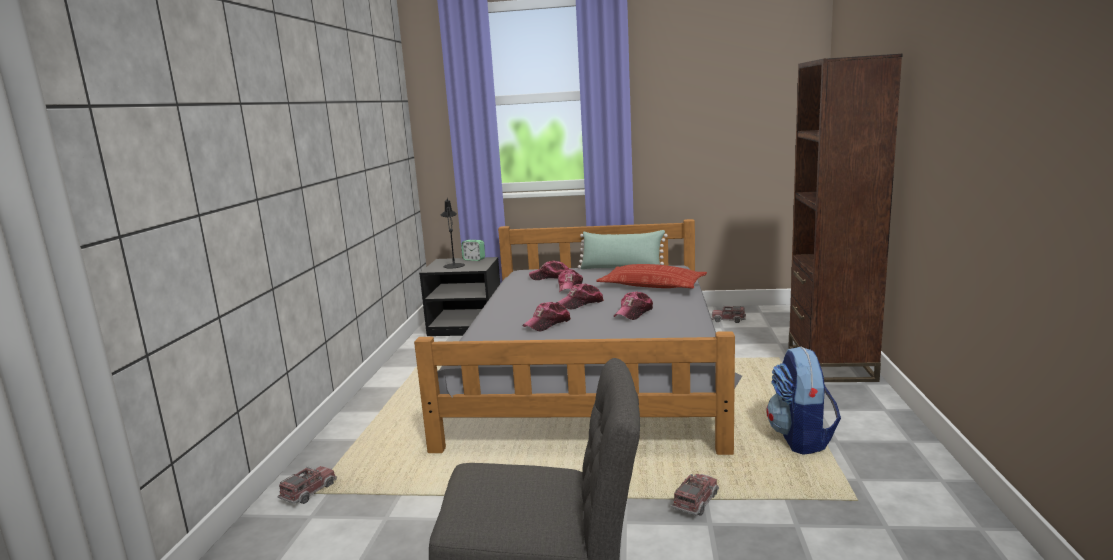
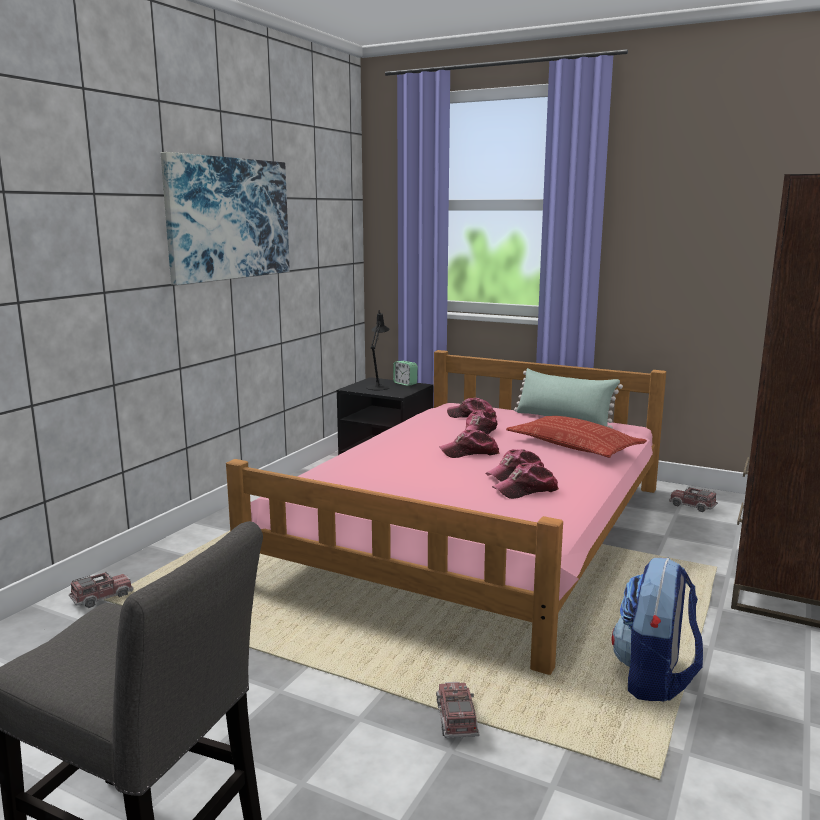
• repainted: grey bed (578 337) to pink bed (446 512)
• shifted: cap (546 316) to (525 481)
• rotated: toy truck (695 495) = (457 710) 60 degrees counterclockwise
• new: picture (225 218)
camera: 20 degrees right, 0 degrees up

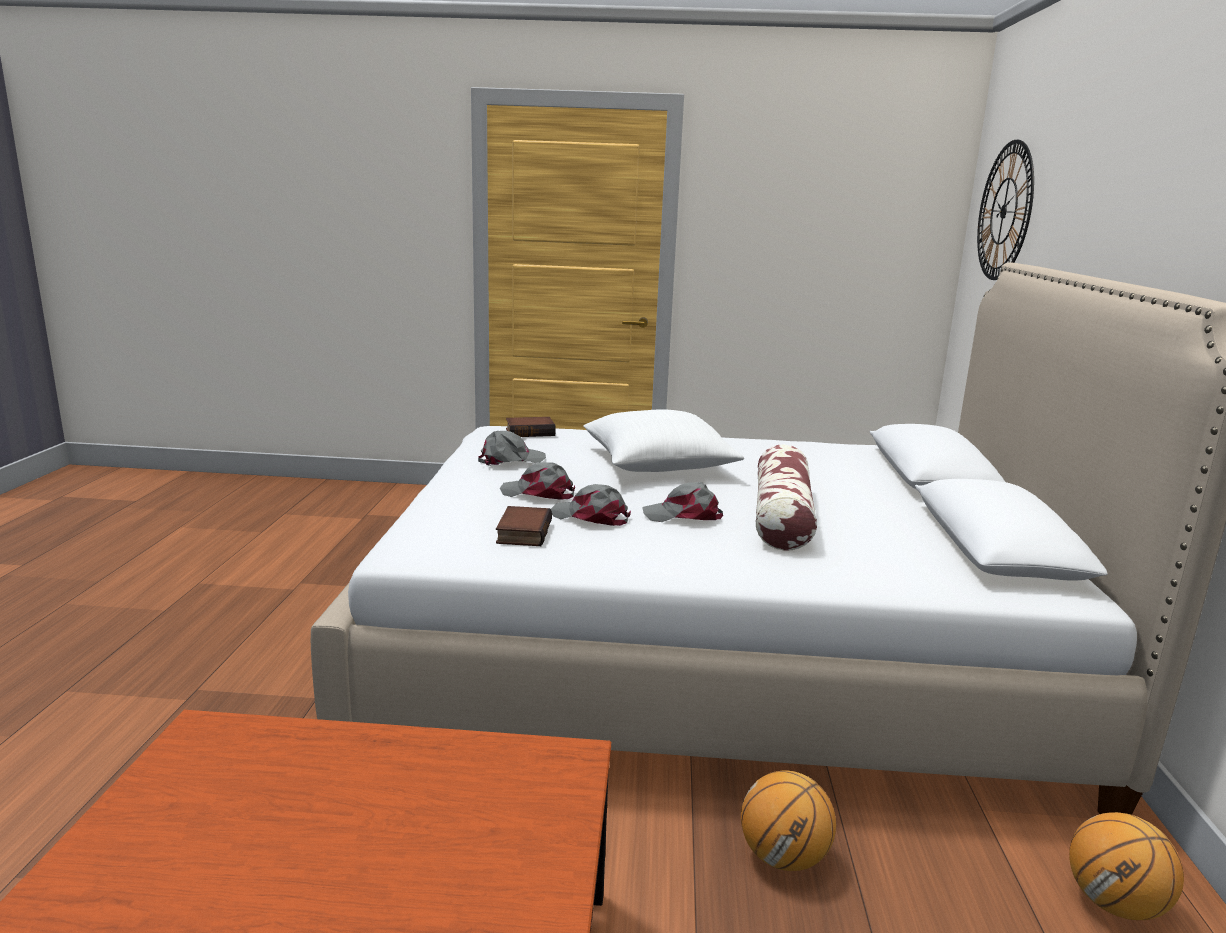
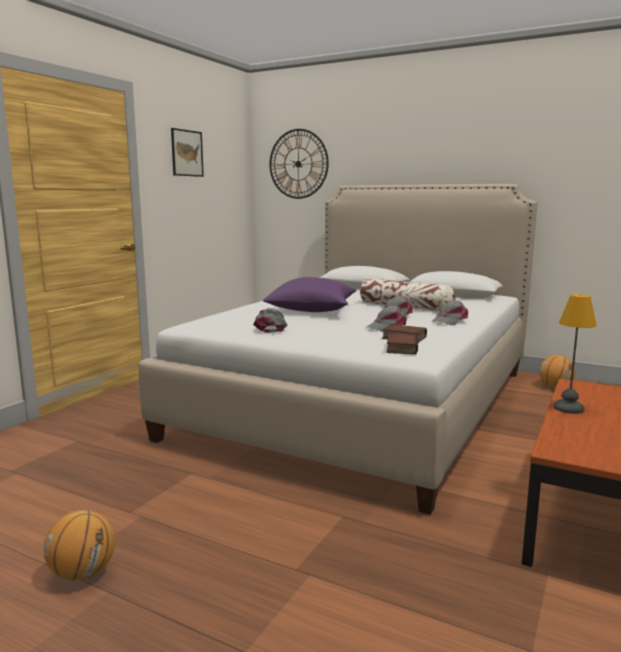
• repainted: white pillow (663 440) to purple pillow (309 294)
• shifted: book (531 427) to (402 343)
• shifted: grey cap (537 481) to (450 312)
• shifted: basketball (788 821) to (79 545)
• new: picture (187 152)
• new: table lamp (575 354)
camera: 65 degrees left, 5 degrees down

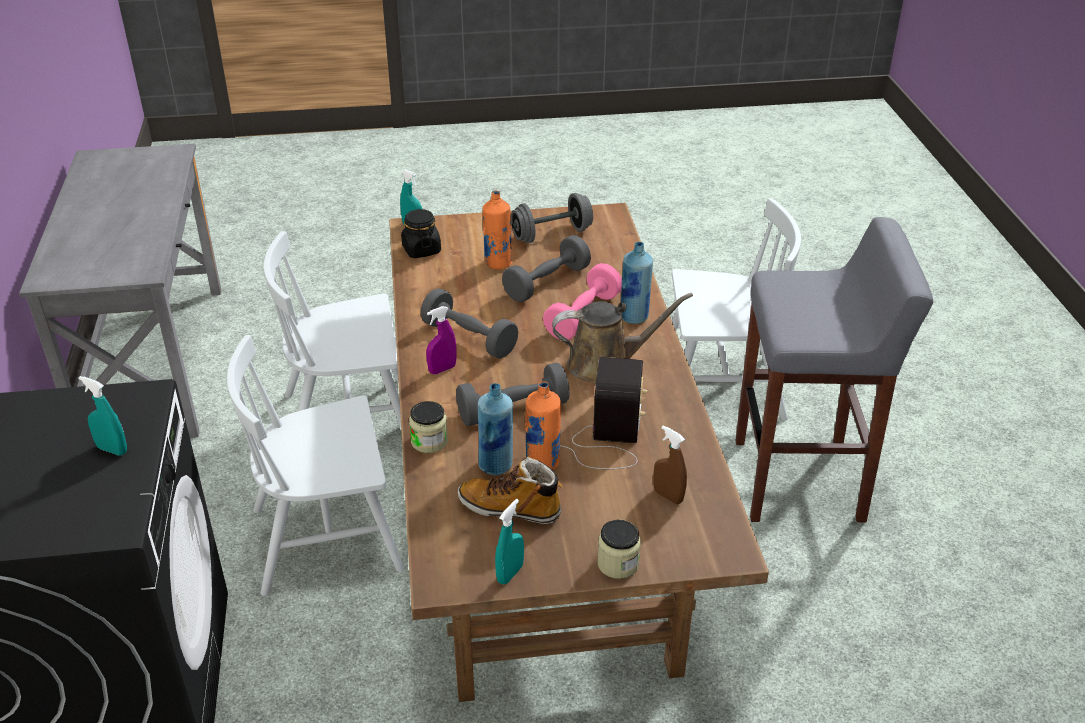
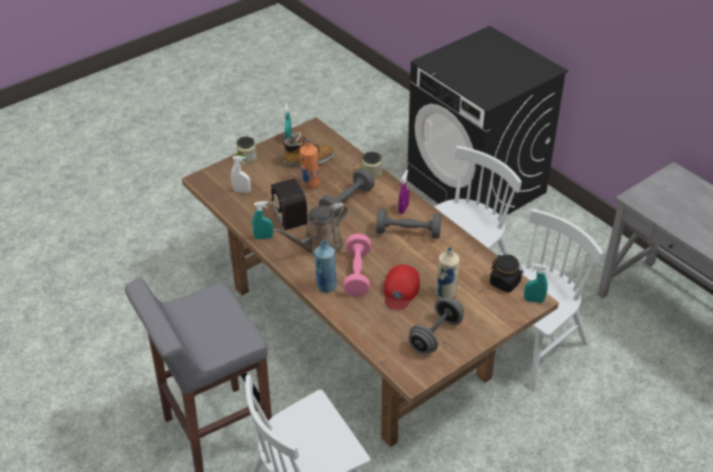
• repainted: orange bottle (497 230) to beige bottle (447 272)
• swapped: grey dumbbell (546 268) to red cap (402 287)
• shifted: turquoise spray bottle (103 416) to (262 220)
• gone: blue bottle (495 429)
• repainted: brown spray bottle (670 465) to white spray bottle (241 174)
camera: 150 degrees right, 5 degrees up

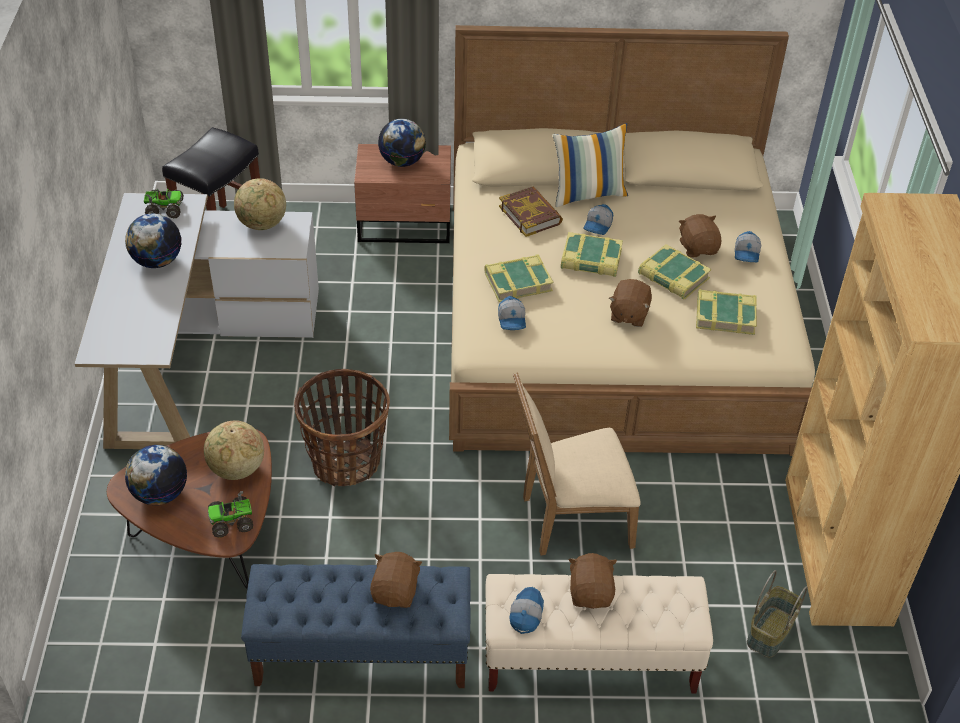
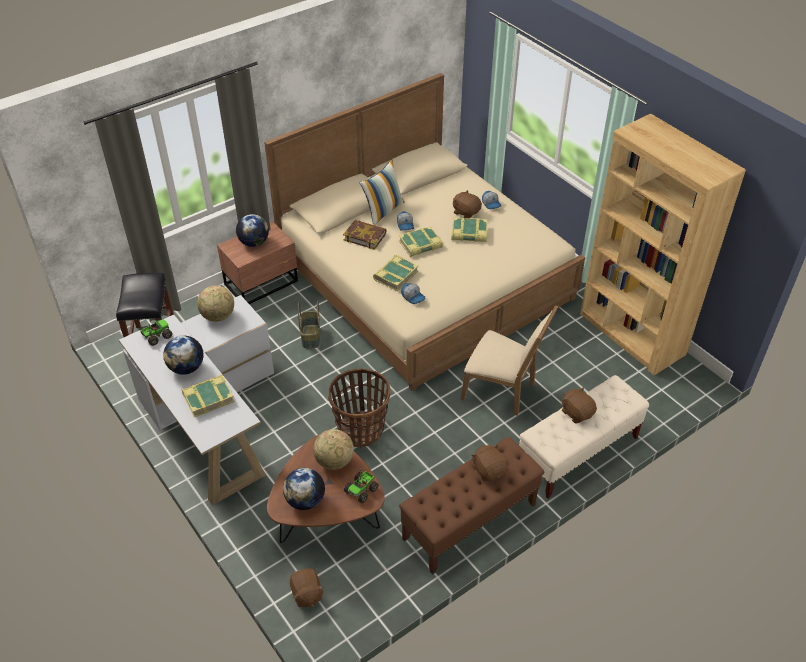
• shifted: brown plush toy (630 303) to (307 588)
• shifted: book (726 312) to (208 396)
• rotated: beige chair (577 463) = (509 360) 105 degrees counterclockwise
• repainted: blue bench (356 626) to brown bench (471 506)
• shifted: basket (777 613) to (309 324)
• gone: cap (526 610)
camera: 35 degrees left, 0 degrees up

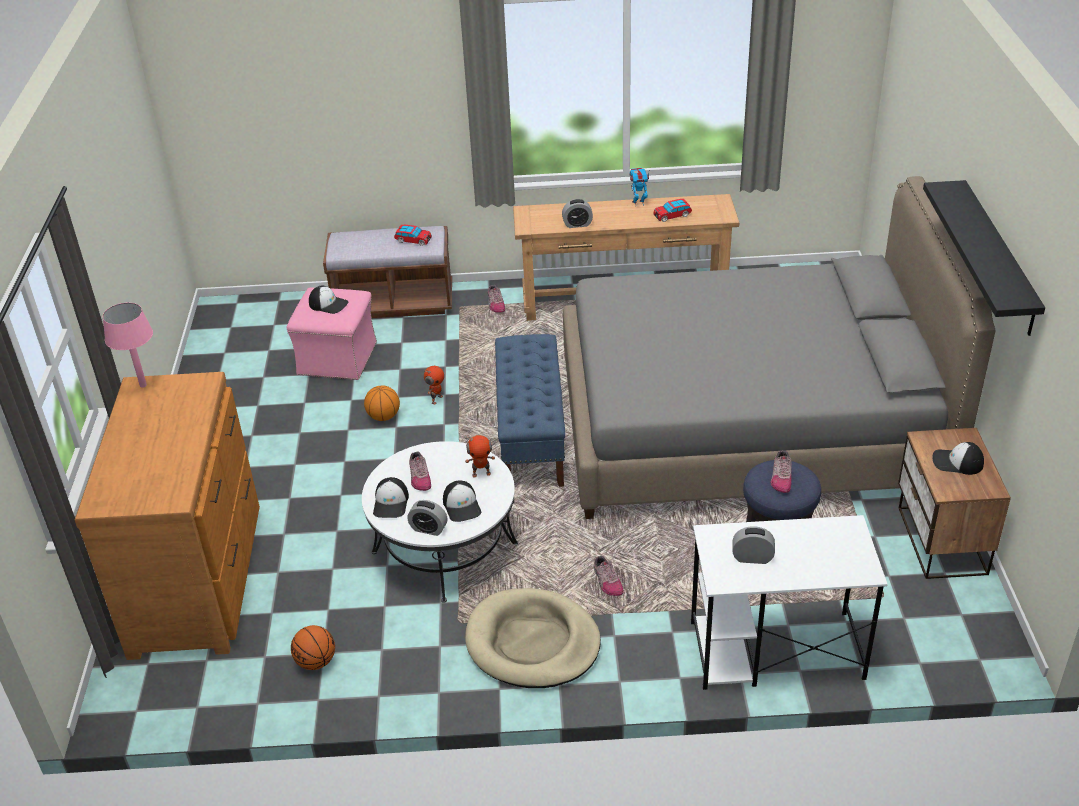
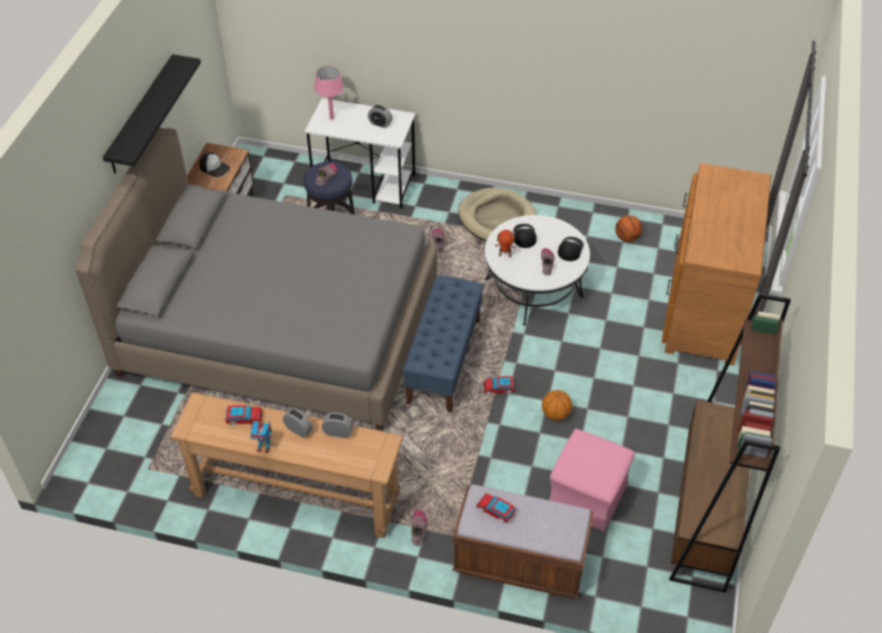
• gone: cap (328 299)
• shifted: pink table lamp (128 345) to (329 93)
• gone: toy robot (434 385)
• shifted: alarm clock (427 518) to (298 423)
• new: brown bookcase (730 443)
• new: toy car (499 385)
camera: 165 degrees left, 10 degrees up

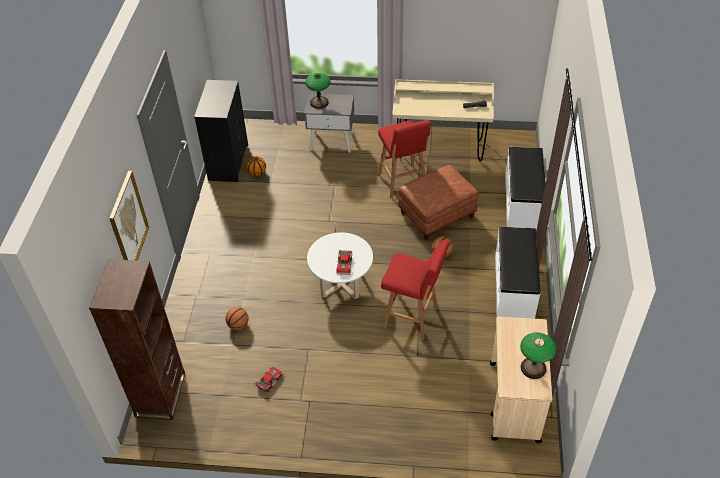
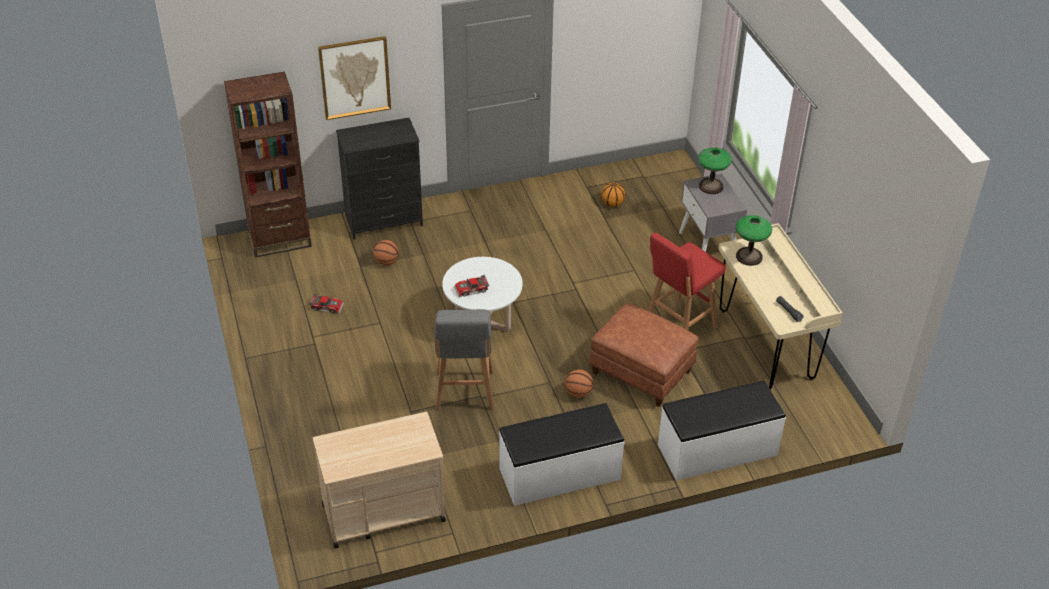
• shifted: black dresser (221 131) to (379 178)
• repainted: red stool (415 290) to grey stool (464 360)
• shifted: table lamp (538 356) to (754 240)
camera: 65 degrees right, 5 degrees down

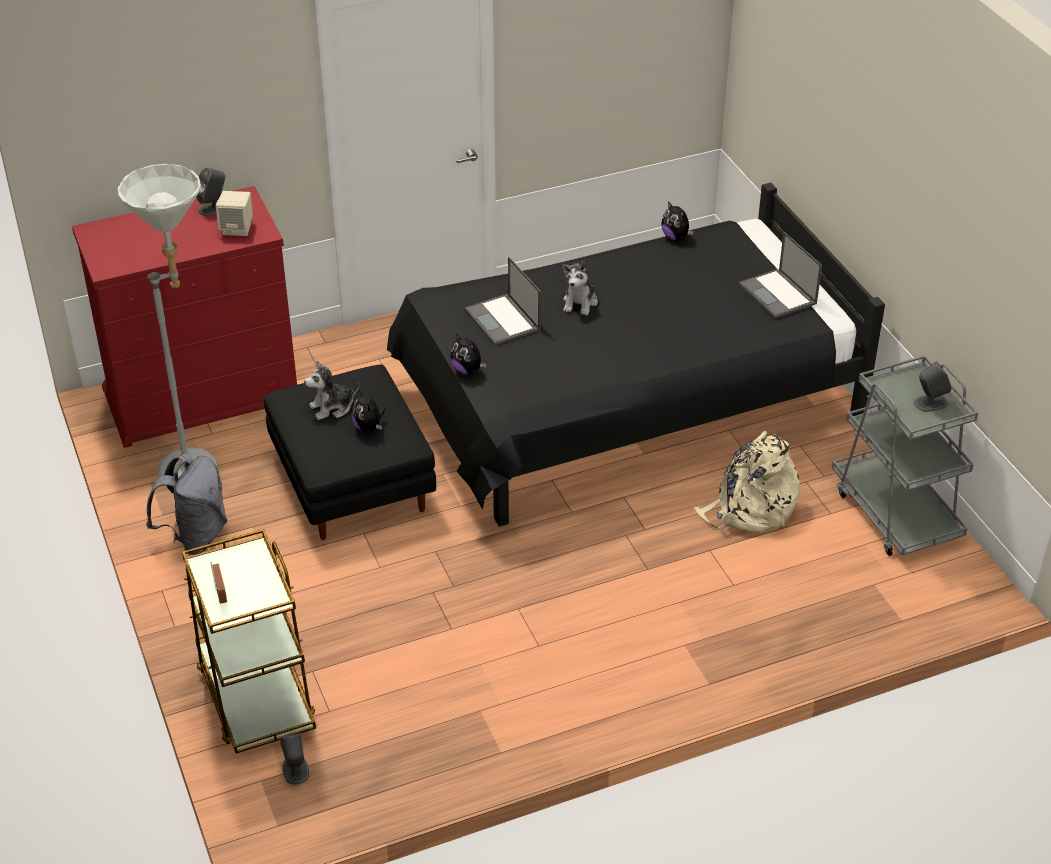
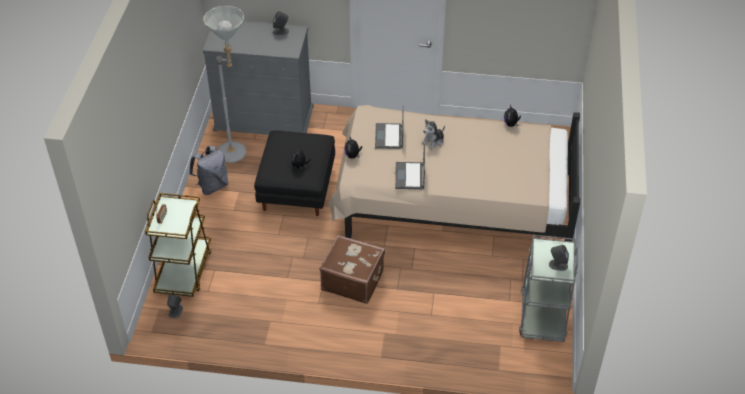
• repainted: black bed (636 355) to beige bed (454 173)
• repainted: red dresser (184 317) to grey dresser (258 78)
• gone: beige speaker (234 213)
• shifted: laptop (780 275) to (410 166)
• gone: plush toy (331 390)
• gone: beige backpack (747 482)
• new: brown suitcase (352 269)
camera: 30 degrees right, 5 degrees up

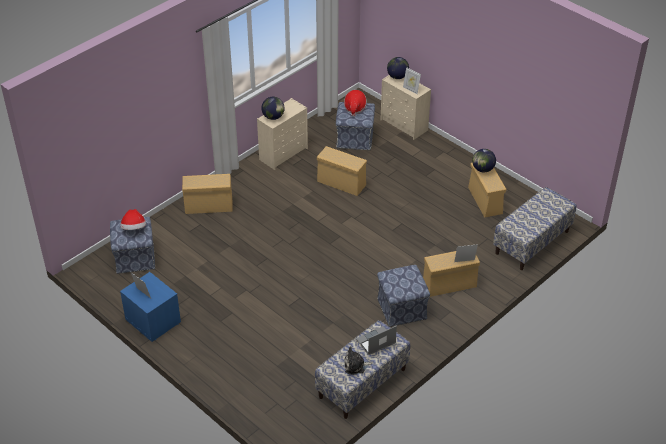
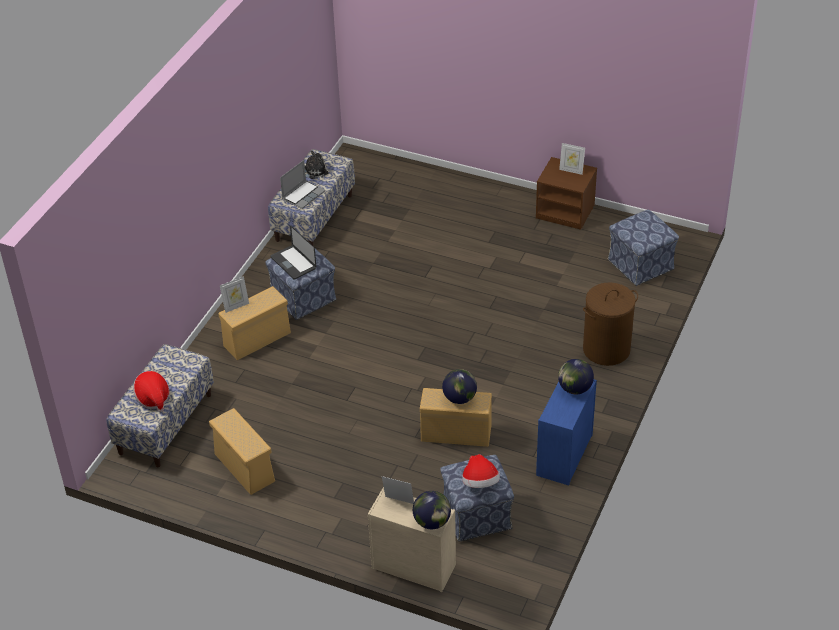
• repainted: beige dresser (282 134) to blue dresser (566 433)
• shifted: globe (484 160) to (459 386)
• swapped: beige storage box (207 194) to brown laundry basket (610 324)
• shifted: hat (133 219) to (151 391)
• repainted: blue nightstand (150 307) to brown nightstand (566 193)
• new: laptop (293 252)
camera: 160 degrees right, 0 degrees up

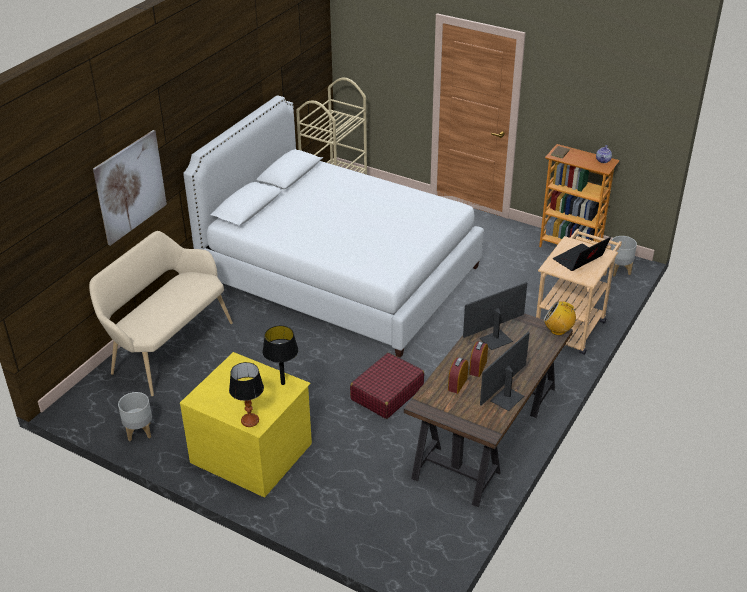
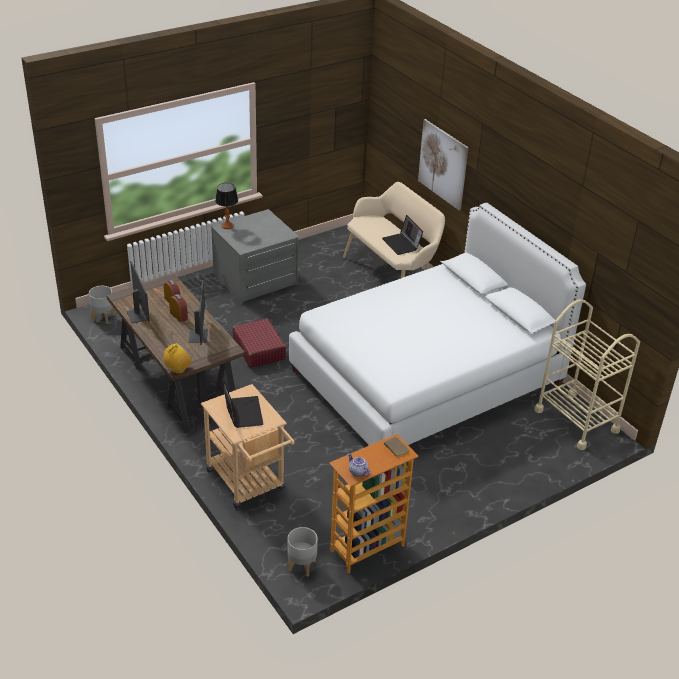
• gone: black table lamp (280 355)
• repainted: yellow dresser (246 425) to grey dresser (255 256)
• shifted: grey planter (135 416) to (102 305)
• new: laptop (402 235)
camera: 115 degrees right, 0 degrees up

